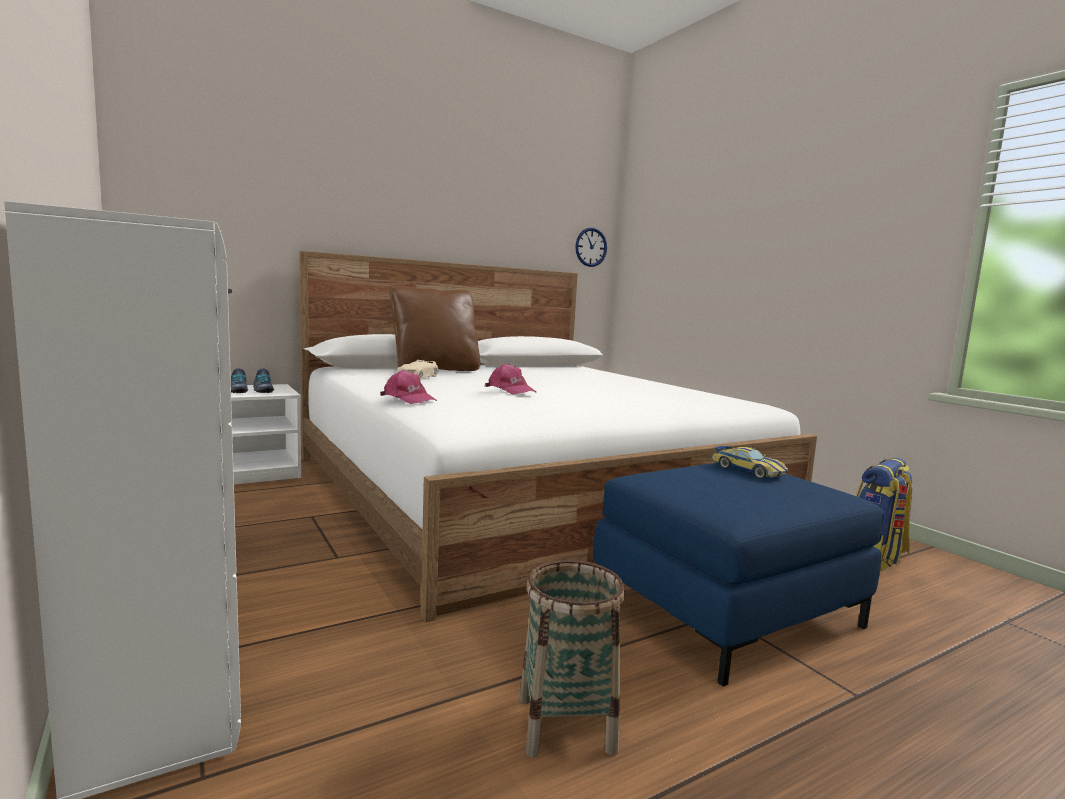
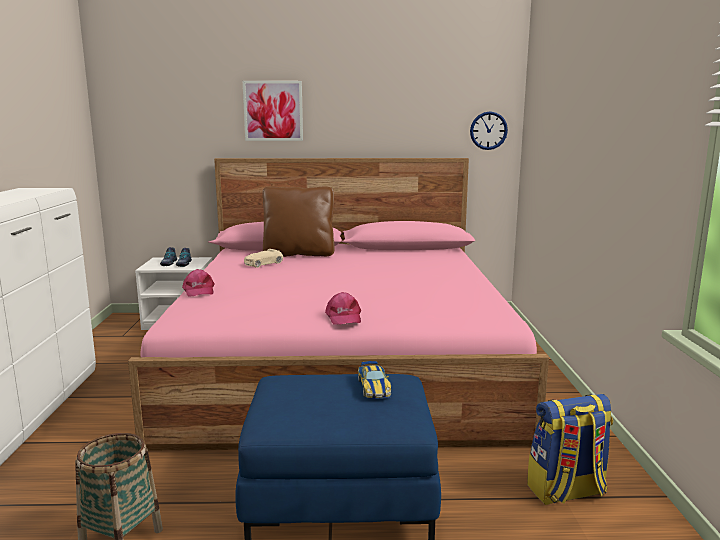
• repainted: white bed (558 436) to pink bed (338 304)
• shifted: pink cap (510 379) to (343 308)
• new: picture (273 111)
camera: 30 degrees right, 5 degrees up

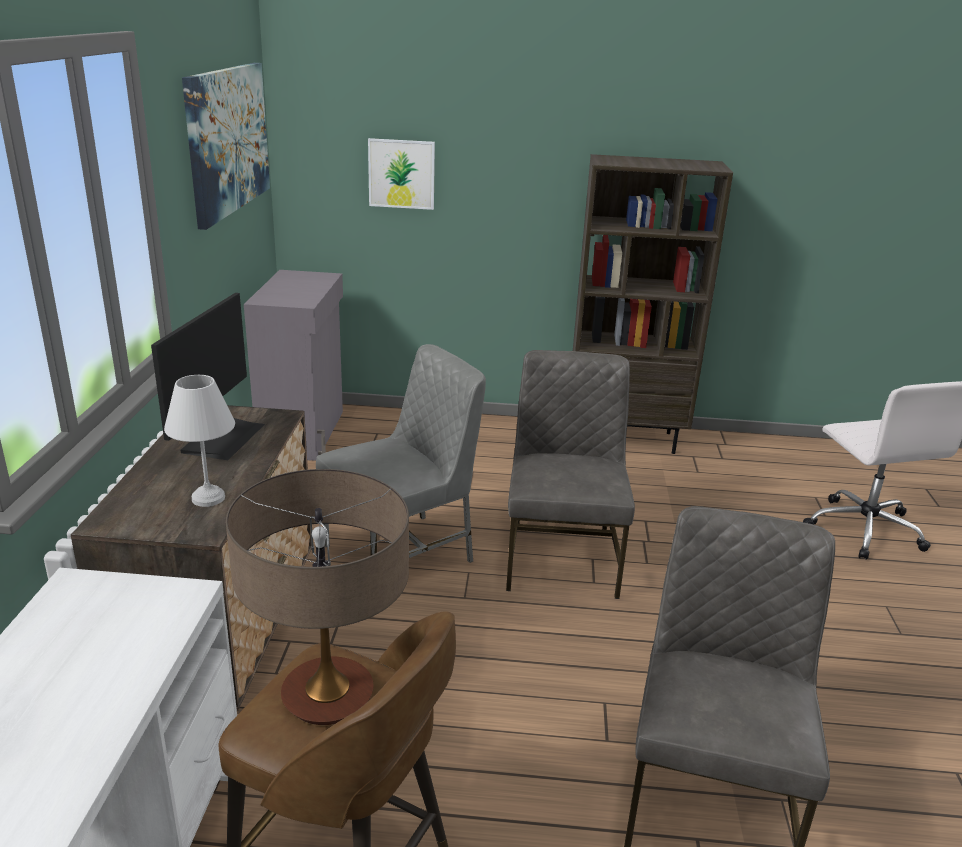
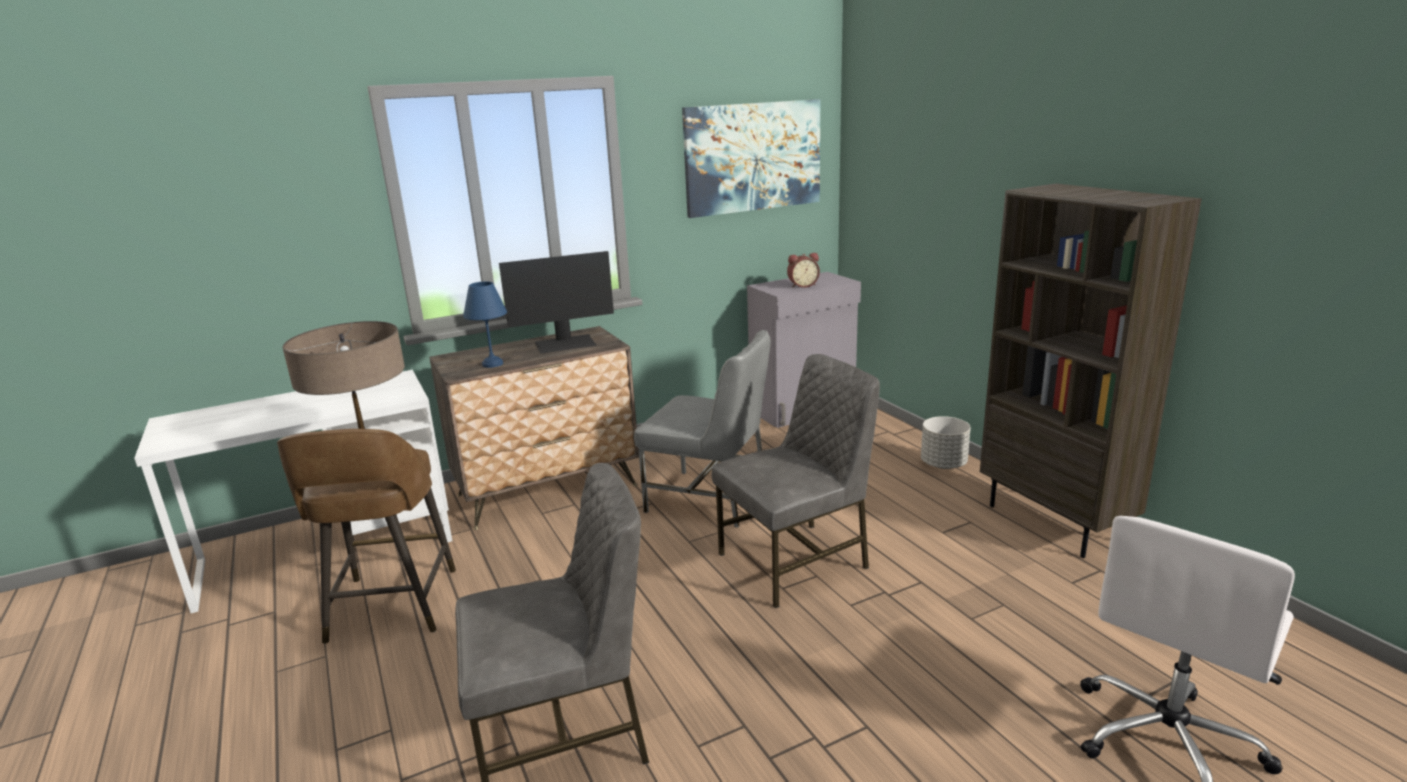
• gone: picture (401 174)
• repainted: white table lamp (199 441) to blue table lamp (485 324)
• new: alarm clock (803 270)
• new: grey planter (946 442)
camera: 60 degrees right, 5 degrees down

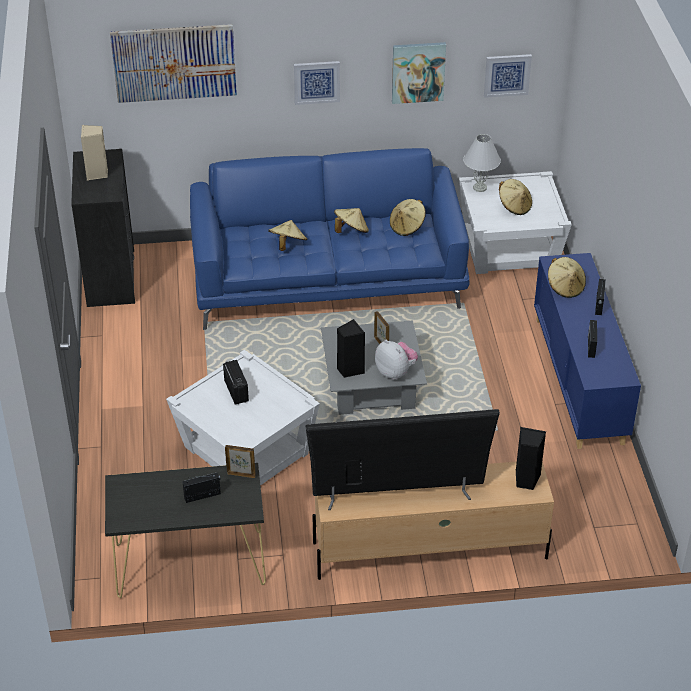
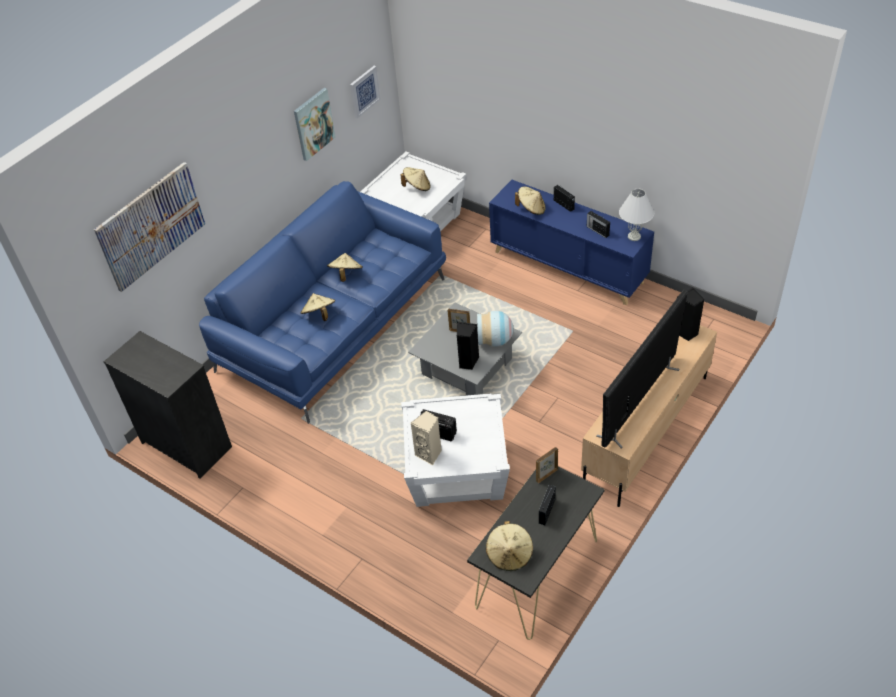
• gone: picture (317 83)
• shifted: beige speaker (94 152) to (426 438)
• shifted: white table lamp (482 163) to (636 215)
• shifted: beige hat (408 217) to (509 546)
• swapped: plush toy (396 360) to vase (495 329)
camera: 45 degrees left, 5 degrees up

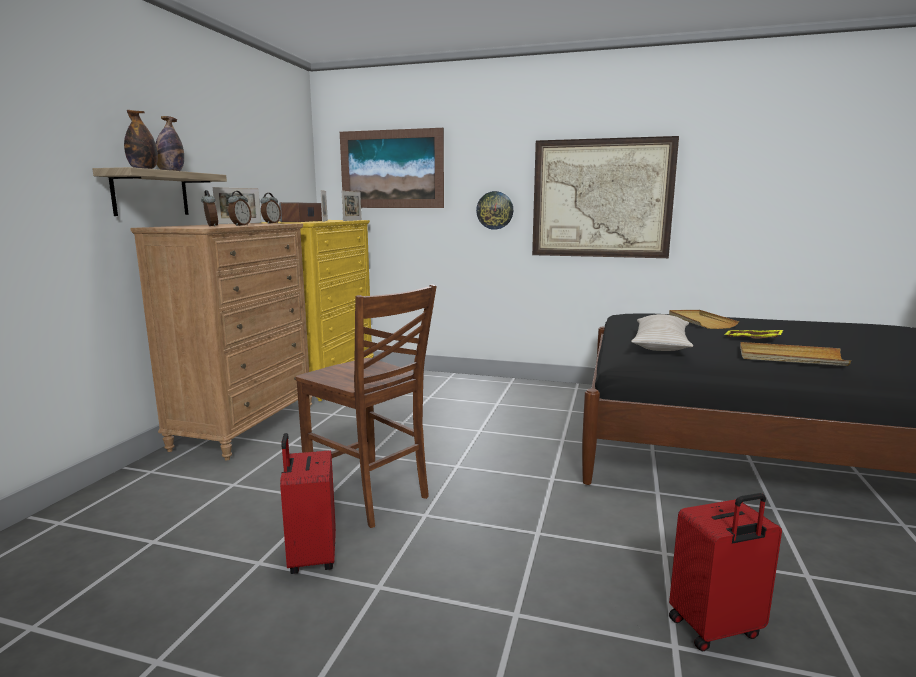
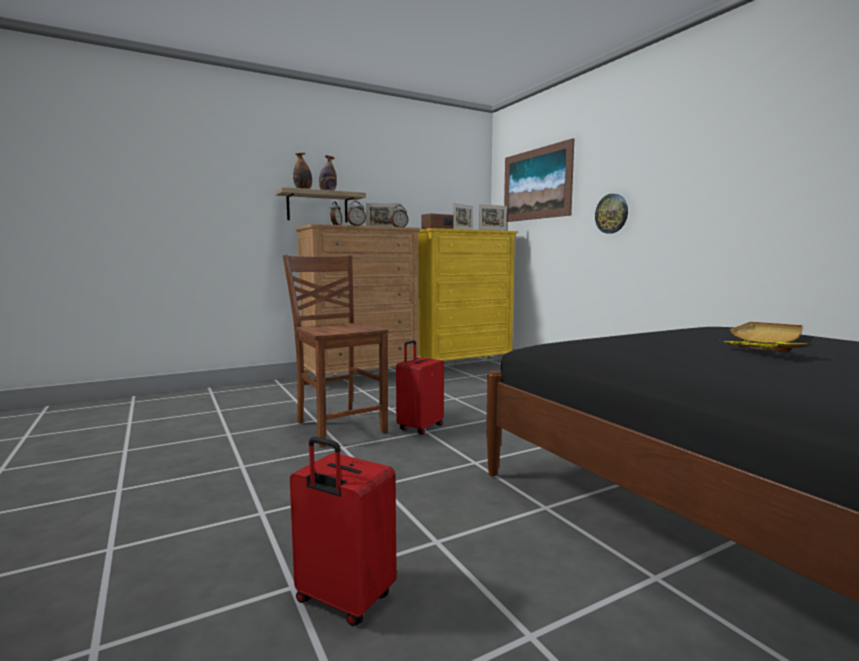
• gone: picture (605 197)
• rotated: brown chair (366 406) = (336 351) 150 degrees clockwise
• gone: beige pillow (662 332)
• gone: beige tray (795 354)
• shifted: red suitcase (308 503) to (420 387)
camera: 45 degrees right, 5 degrees down

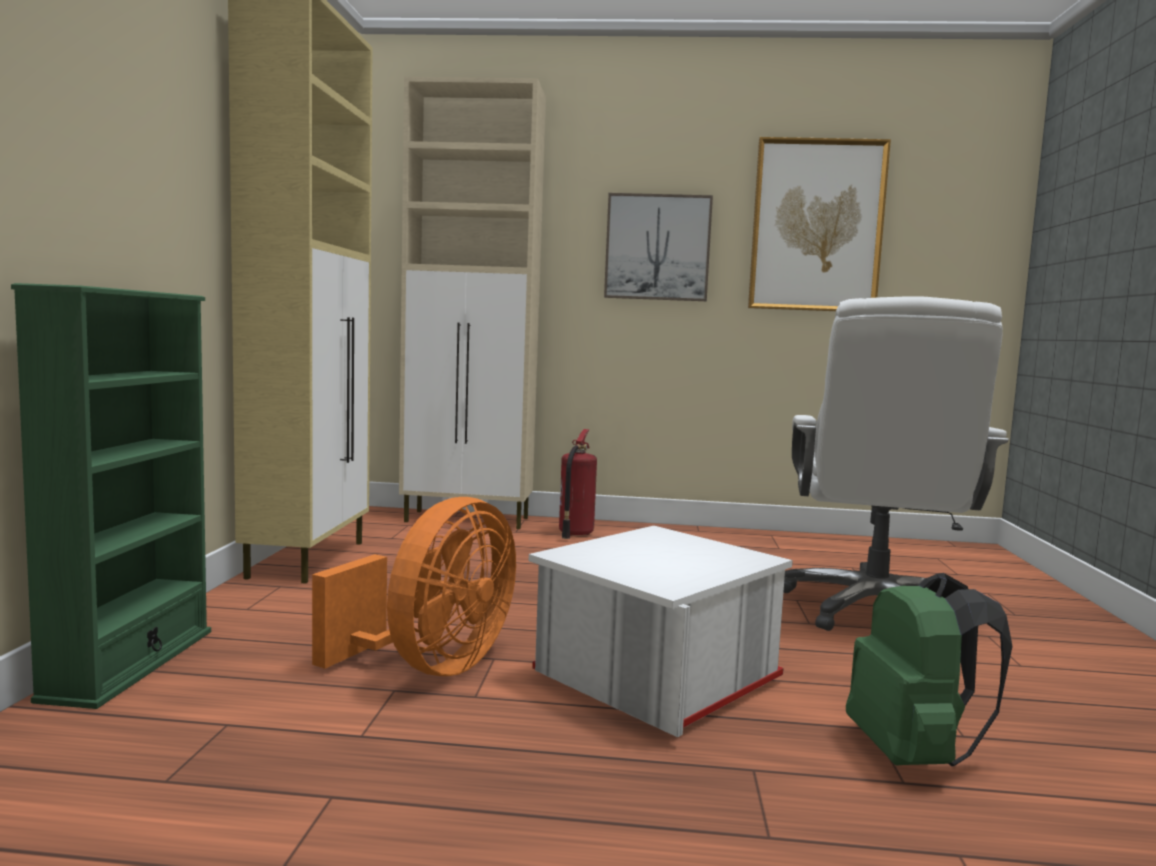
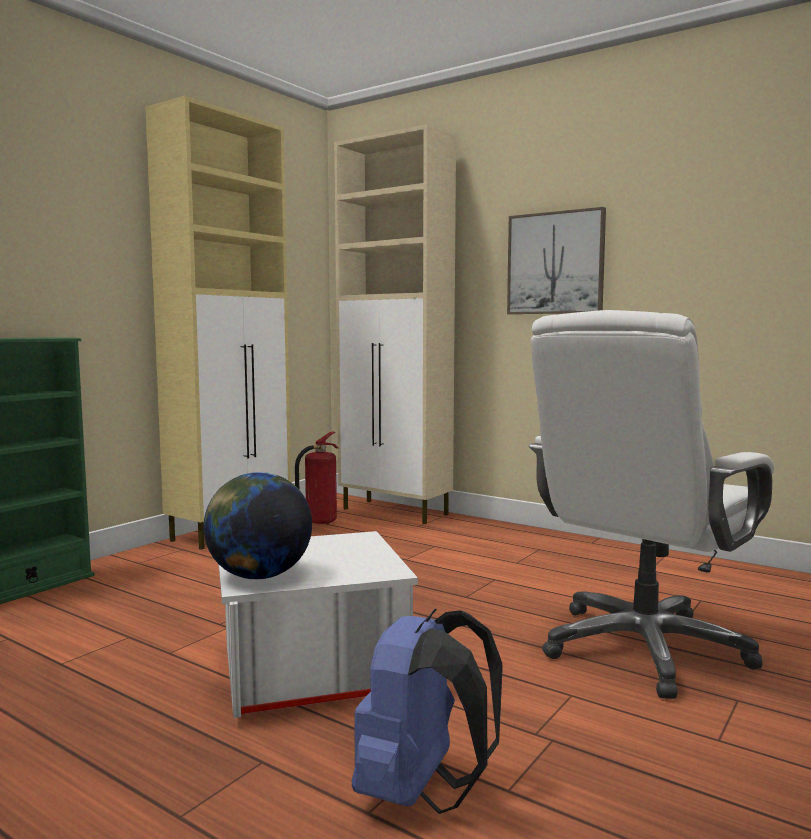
• gone: picture (819 224)
• shifted: fire extinguisher (578 484) to (316 477)
• gone: orange fan (414 586)
• repainted: green backpack (929 669) to blue backpack (427 711)
• new: globe (257 525)
camera: 30 degrees right, 0 degrees up

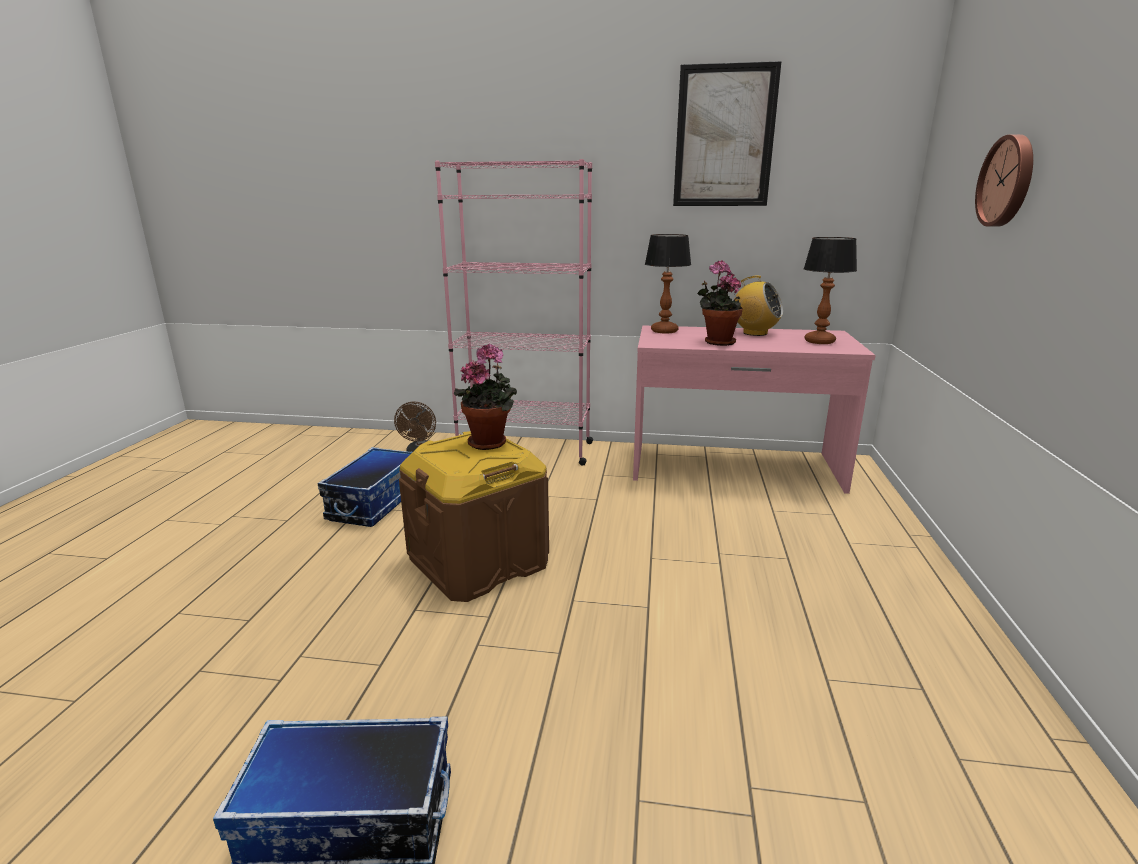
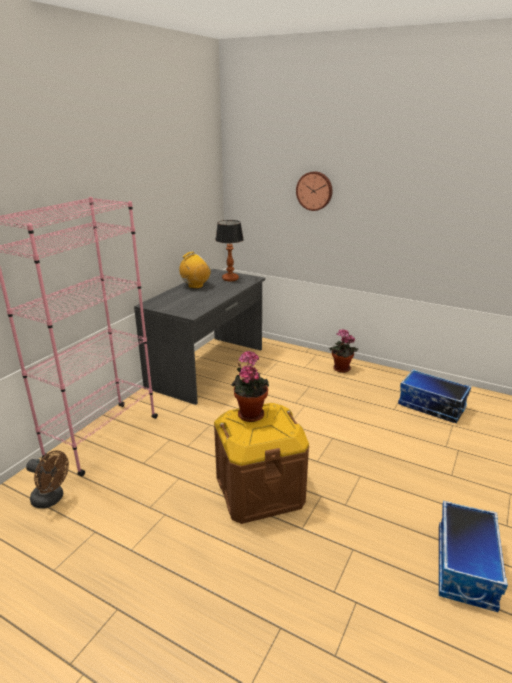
• gone: picture (727 133)
• gone: table lamp (668 283)
• shifted: potted plant (720 303) to (343 351)
• repainted: pink desk (754 409) to grey desk (199 337)
• shifted: storage box (365 487) to (434 396)
camera: 70 degrees left, 5 degrees up

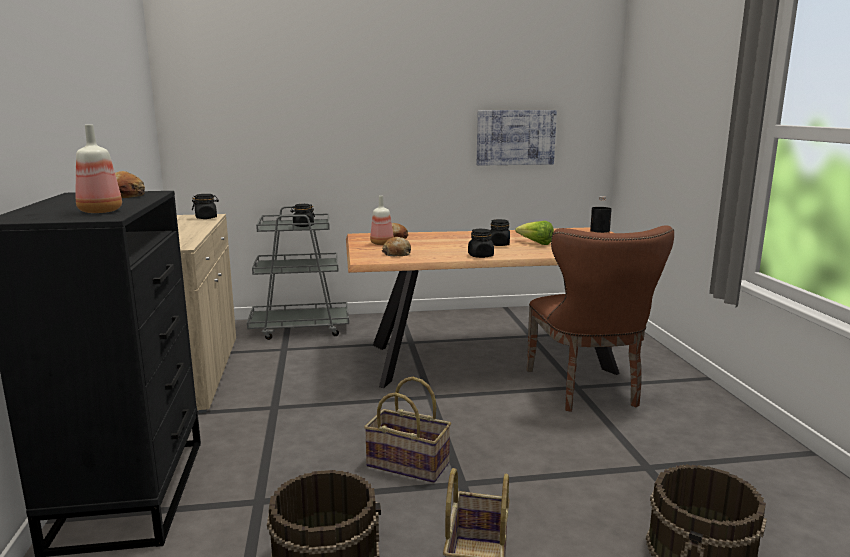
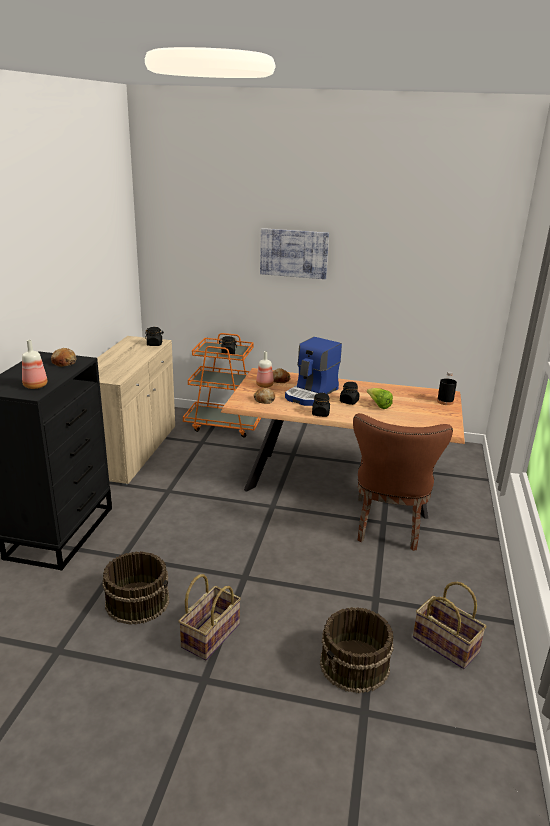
• shifted: picture (517 138) to (294 253)
• repainted: grey cart (298 273) to orange cart (222 385)
• shifted: basket (407 430) to (450 625)
• new: coffee machine (313 371)
camera: 20 degrees right, 10 degrees up

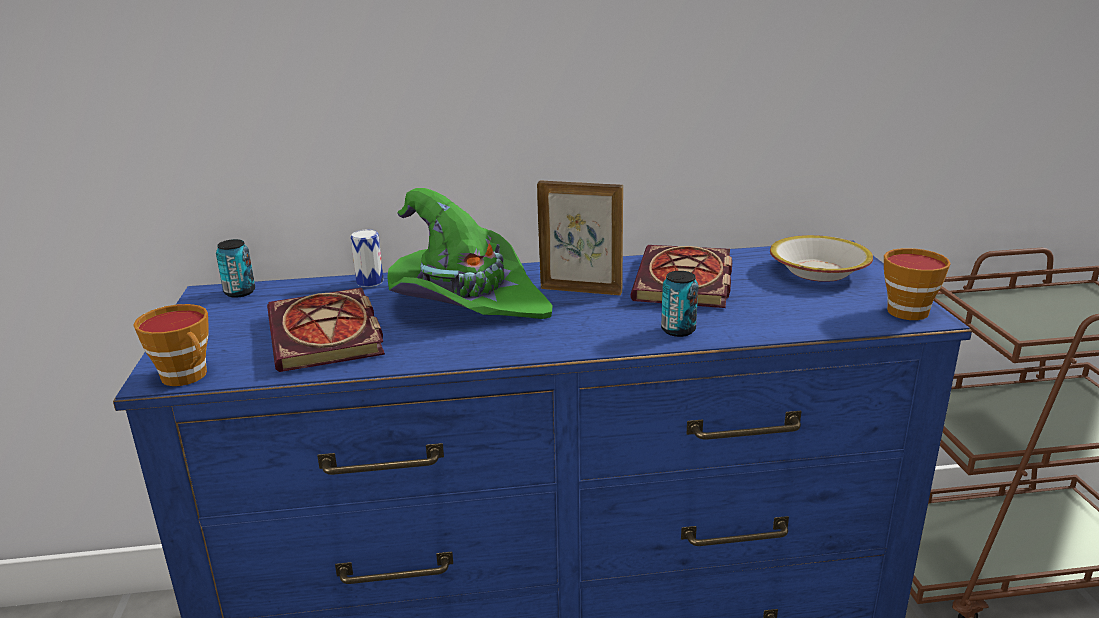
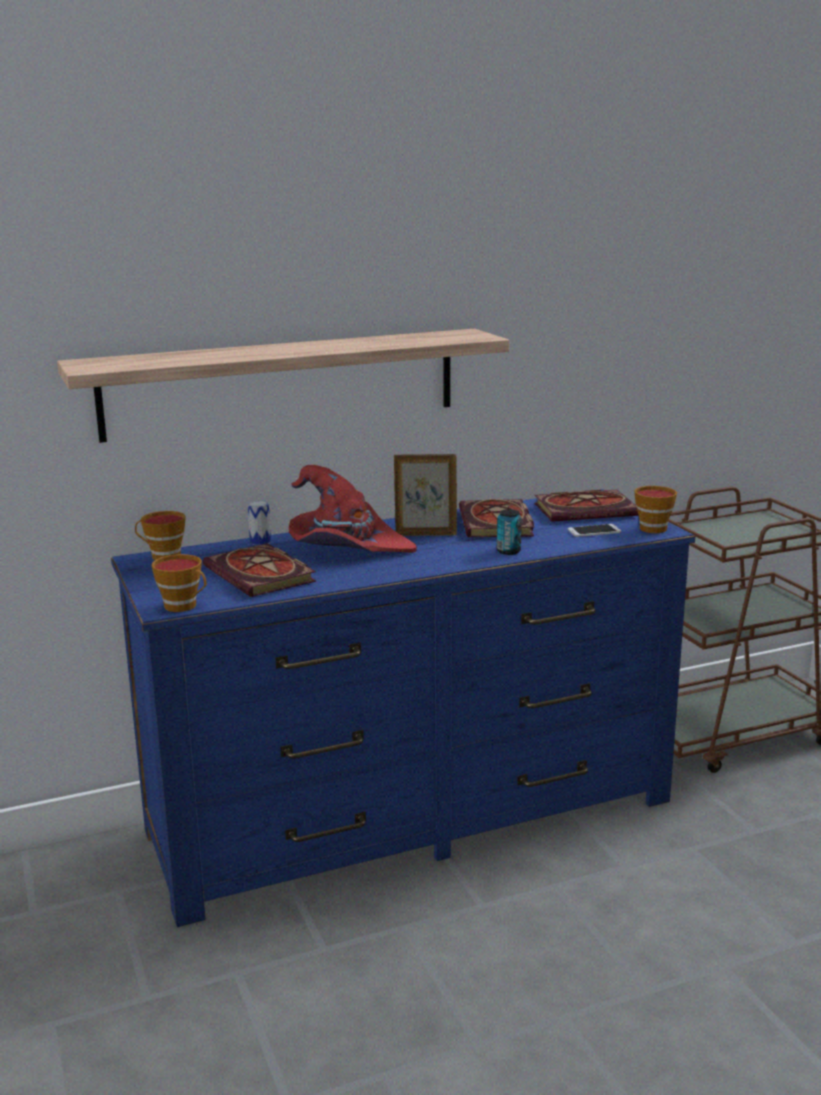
• repainted: green hat (469 253) to red hat (353 509)
• swapped: bowl (821 258) to book (586 506)
• swapped: can (235 268) to cup (160 535)
• new: shelf (283 386)
• new: phone (594 530)
camera: 15 degrees left, 5 degrees down

